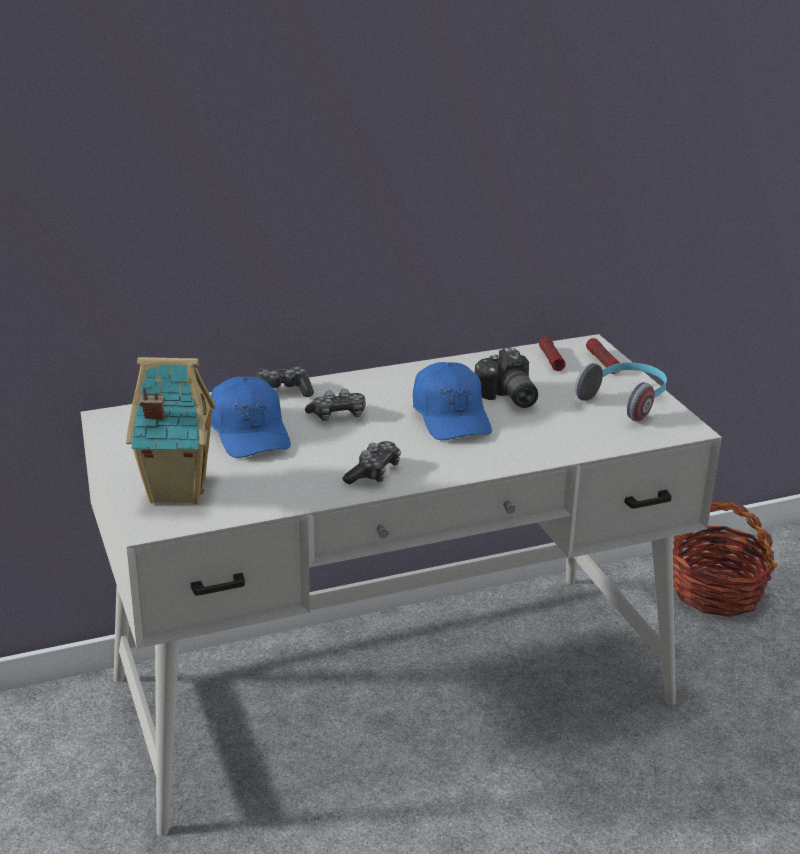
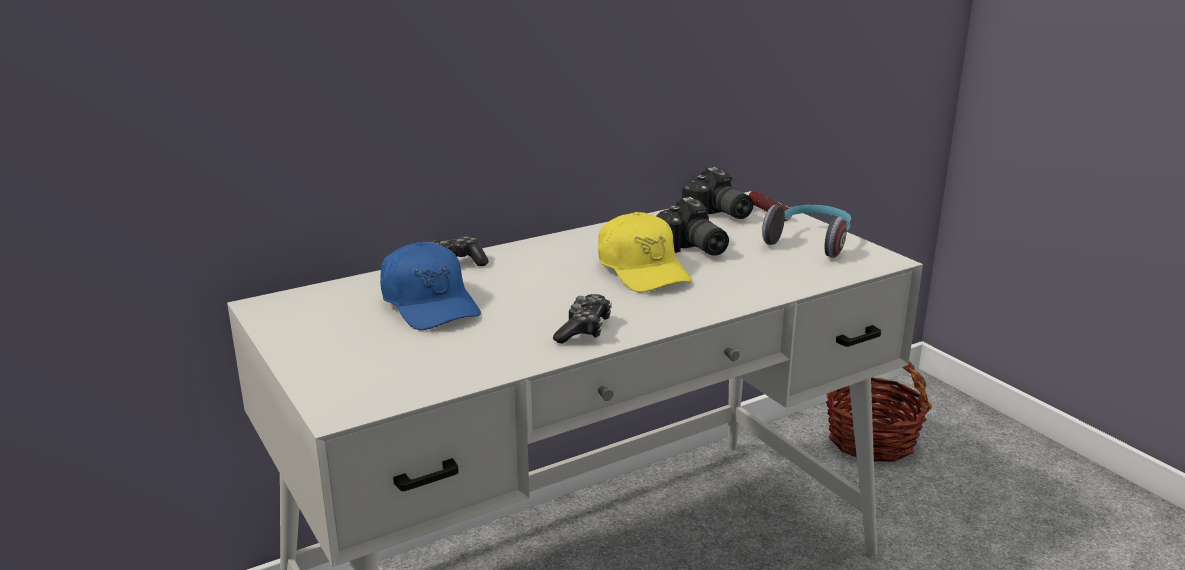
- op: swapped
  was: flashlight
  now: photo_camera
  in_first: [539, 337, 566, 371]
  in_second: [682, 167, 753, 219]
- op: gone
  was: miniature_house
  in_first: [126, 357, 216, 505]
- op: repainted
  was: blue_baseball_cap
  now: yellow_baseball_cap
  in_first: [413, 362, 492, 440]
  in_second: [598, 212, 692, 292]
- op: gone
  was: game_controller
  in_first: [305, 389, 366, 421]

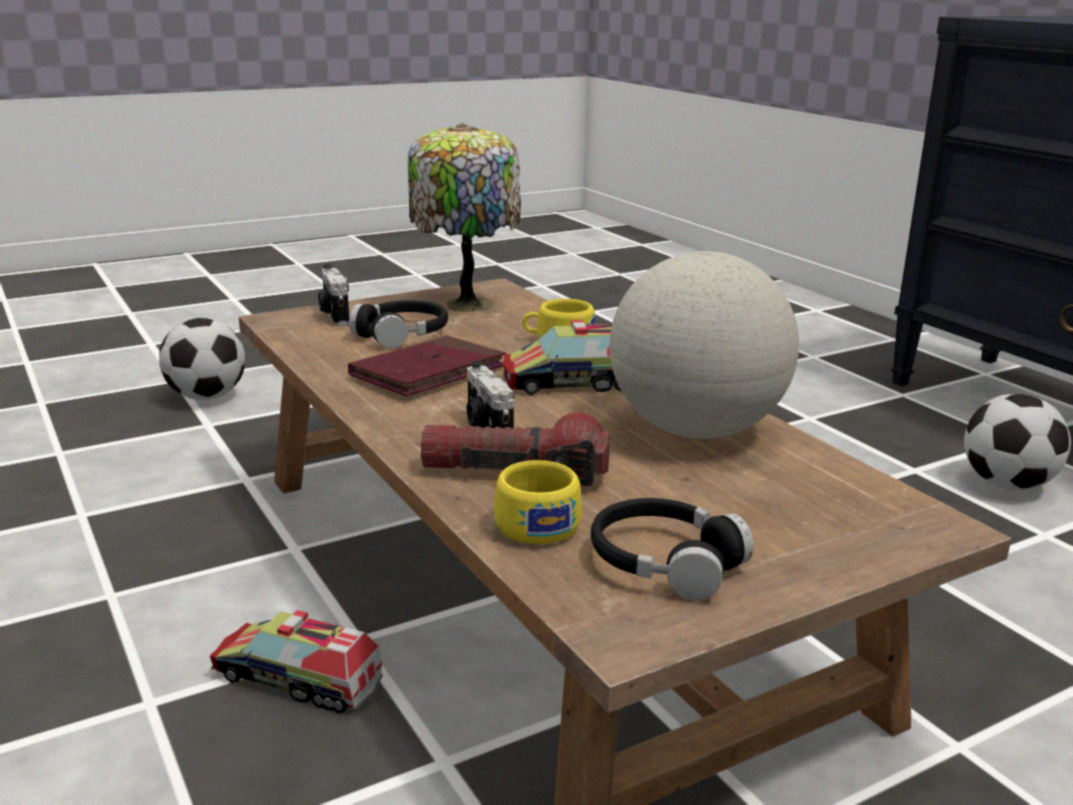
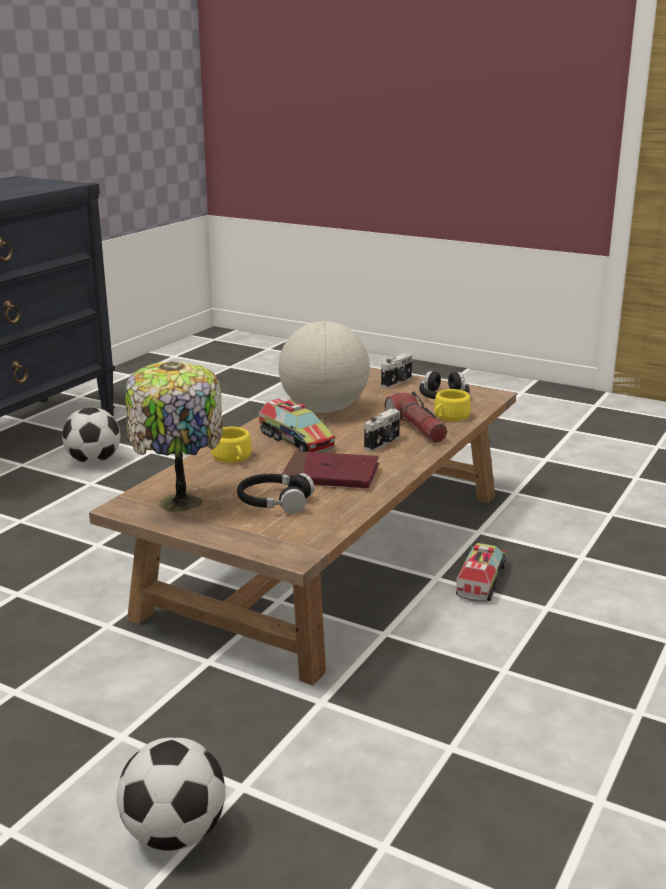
- op: shifted
  was: photo_camera
  in_first: [318, 264, 349, 326]
  in_second: [381, 353, 412, 388]
- op: rotated
  was: toy_lorry
  in_first: [210, 610, 383, 713]
  in_second: [456, 543, 507, 602]
  clockwise: -150

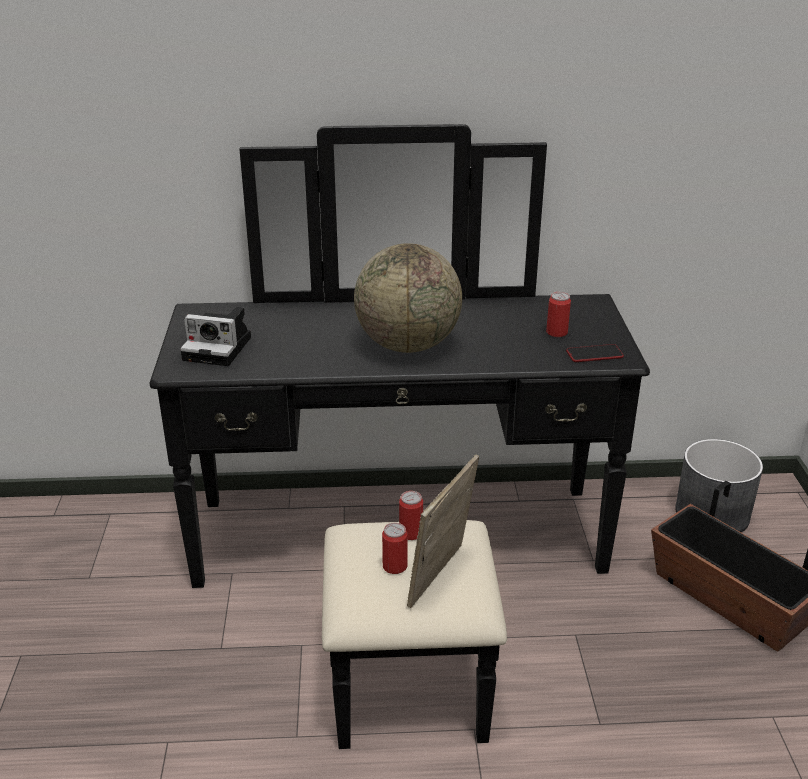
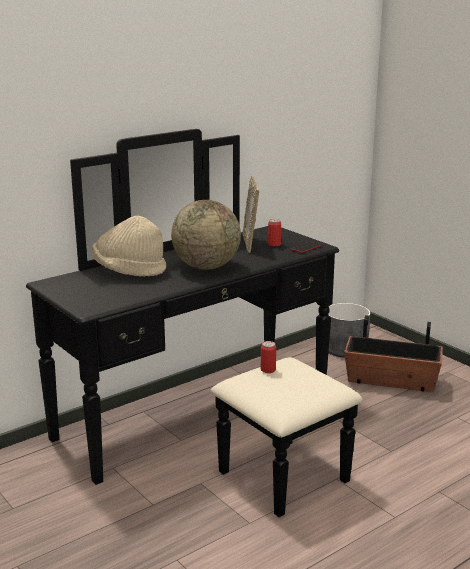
- op: gone
  was: photo_camera
  in_first: [180, 307, 251, 366]
- op: shifted
  was: picture_frame
  in_first: [407, 455, 479, 608]
  in_second: [243, 176, 259, 253]
- op: gone
  was: metal_can
  in_first: [382, 523, 408, 574]
- op: new
  now: beige-coloured_clothing_hat
  in_second: [92, 216, 166, 277]

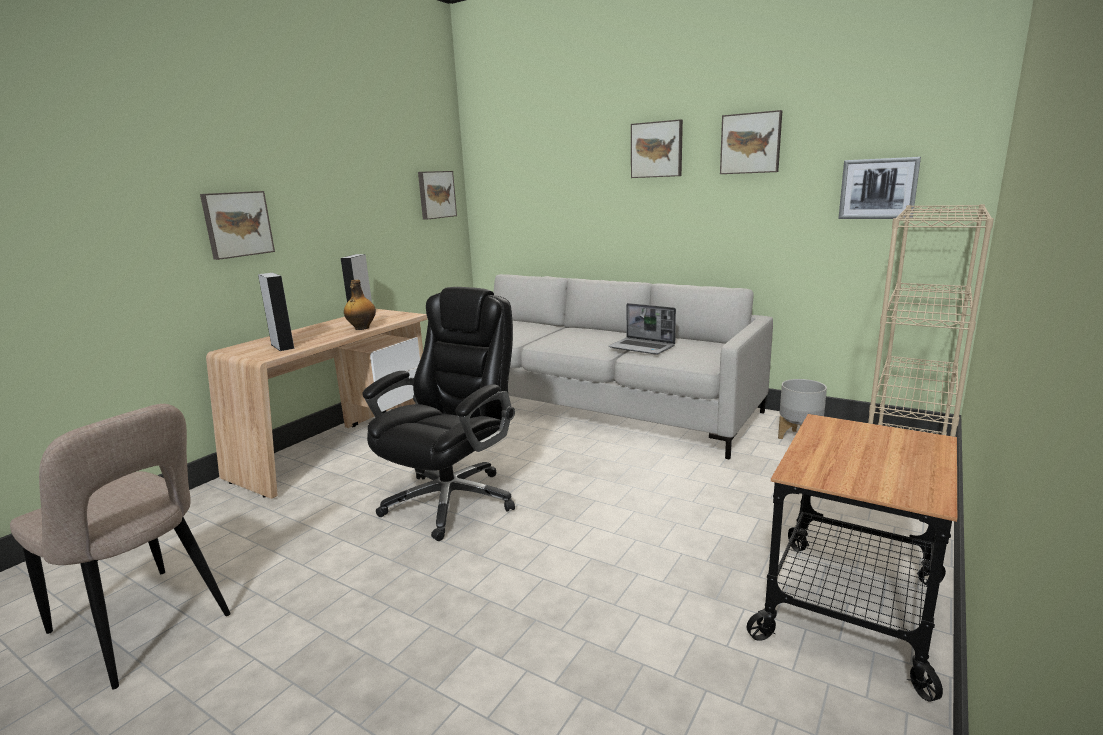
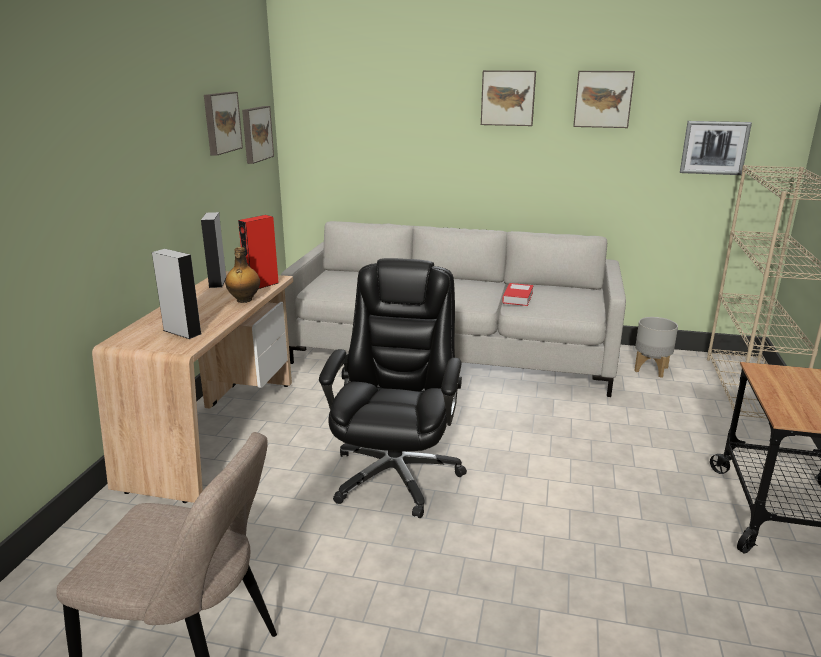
- op: shifted
  was: picture
  in_first: [200, 191, 275, 260]
  in_second: [204, 92, 243, 156]
- op: swapped
  was: portable_computer
  now: bound_book
  in_first: [608, 303, 676, 355]
  in_second: [502, 283, 534, 306]
- op: new
  now: red-coloured_audio_speaker
  in_second: [238, 215, 279, 289]

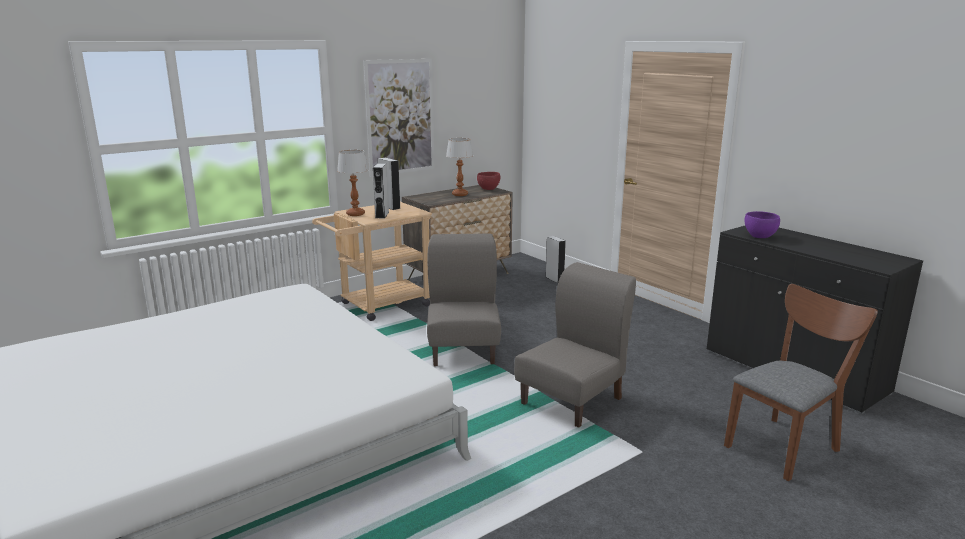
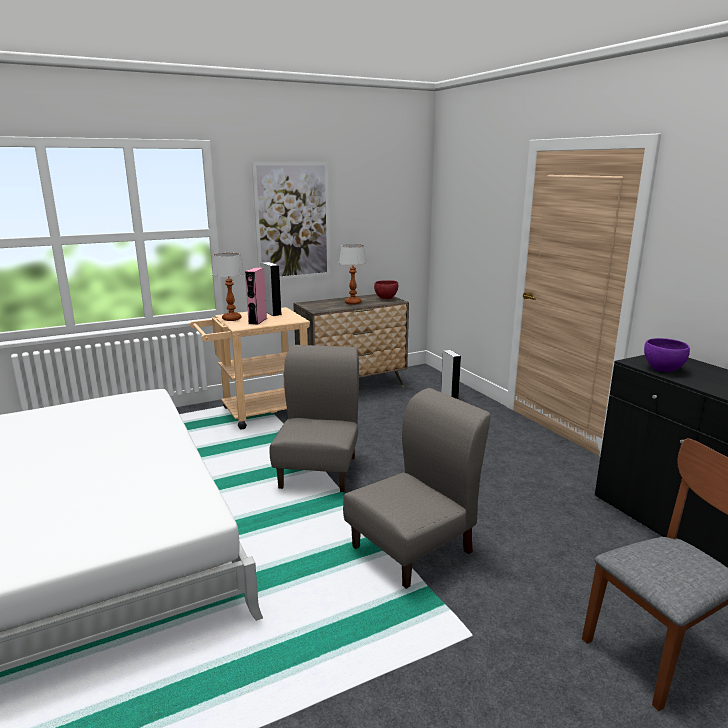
- op: repainted
  was: grey_audio_speaker
  now: pink-coloured_audio_speaker
  in_first: [373, 163, 389, 218]
  in_second: [245, 267, 267, 325]

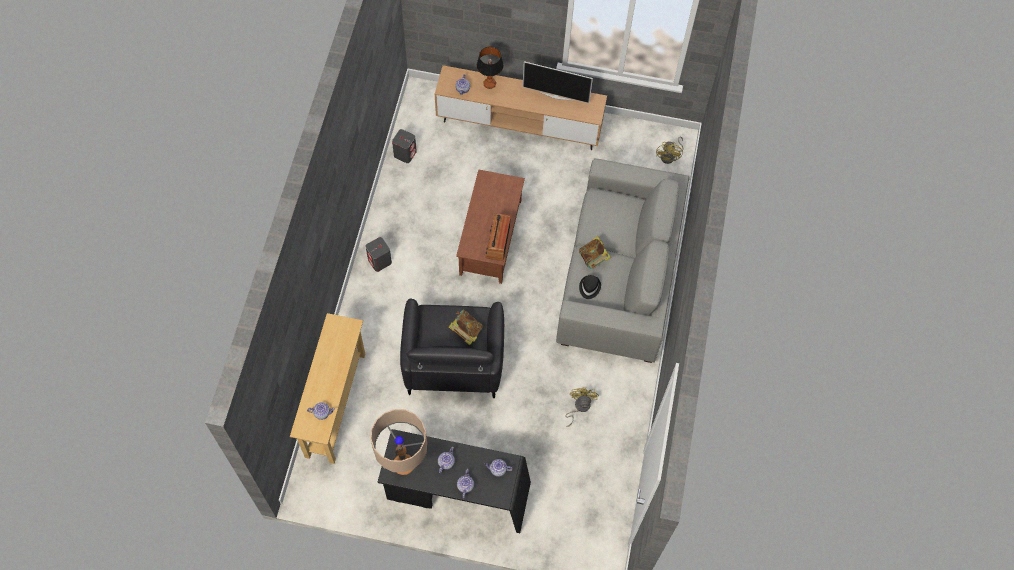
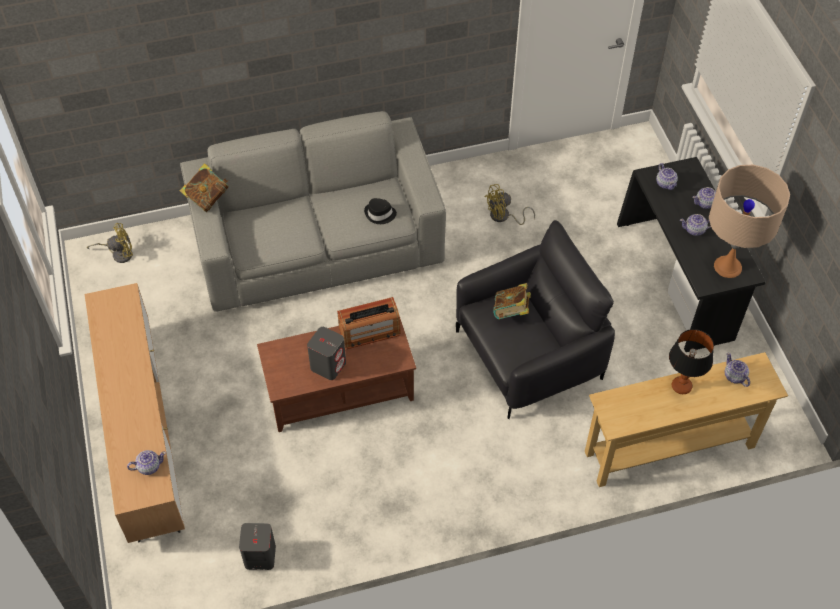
- op: shifted
  was: table_lamp
  in_first: [477, 47, 503, 89]
  in_second: [669, 329, 714, 394]
- op: gone
  was: TV_set
  in_first: [522, 61, 593, 103]
- op: shifted
  was: bound_book
  in_first: [579, 236, 611, 269]
  in_second: [180, 163, 229, 212]
- op: shifted
  was: grey_audio_speaker
  in_first: [366, 237, 392, 272]
  in_second: [307, 327, 346, 380]

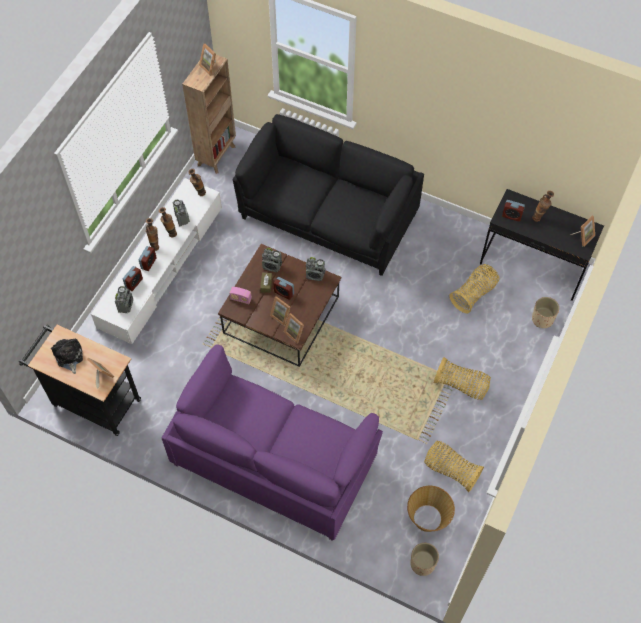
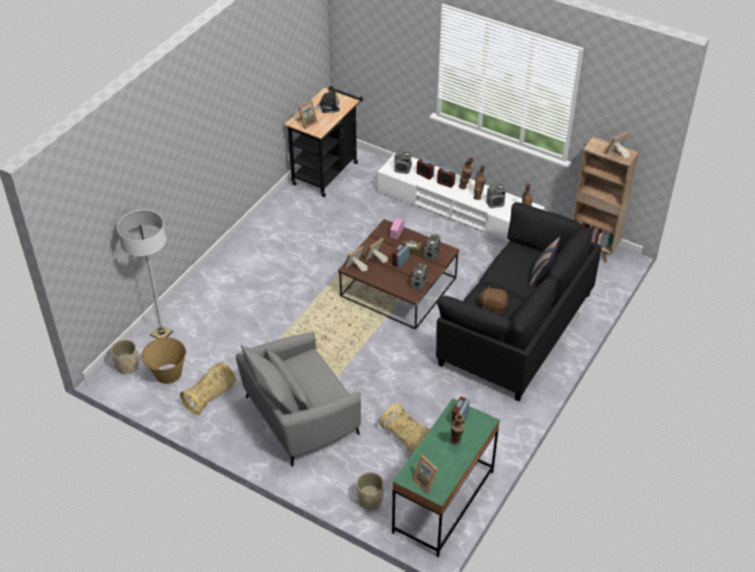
- op: repainted
  was: black-coloured_desk
  now: green-coloured_desk
  in_first: [480, 189, 604, 301]
  in_second: [392, 398, 500, 557]
- op: gone
  was: purplish_settee
  in_first: [162, 344, 383, 541]
- op: swapped
  was: household_basket
  now: grey_lounge_chair
  in_first: [434, 357, 491, 400]
  in_second: [236, 332, 361, 467]
- op: new
  now: standard_lamp
  in_second: [117, 210, 173, 339]
- op: new
  now: throw_pillow
  in_second: [529, 236, 561, 288]
- op: new
  now: brownish_cuddly_toy
  in_second: [478, 285, 508, 314]

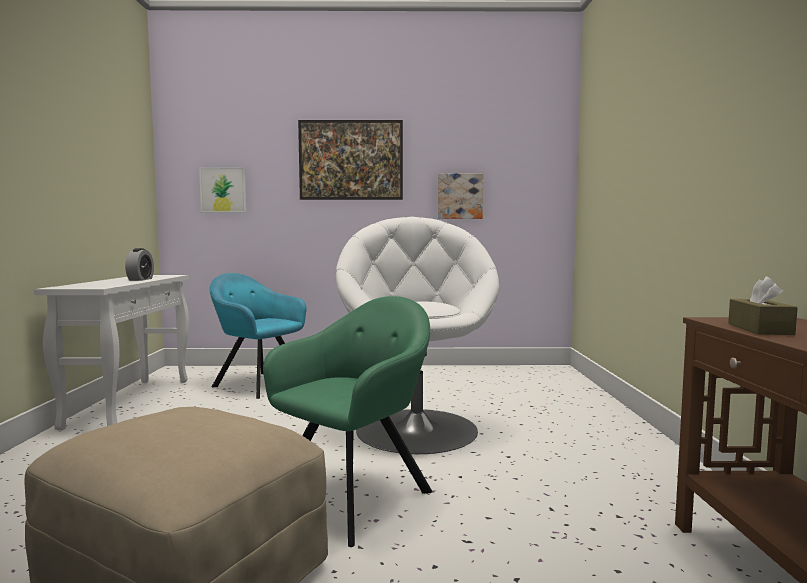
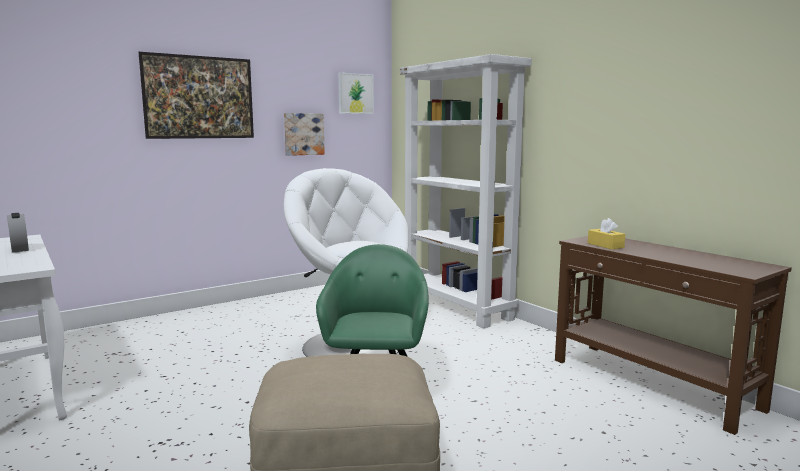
- op: shifted
  was: picture
  in_first: [199, 167, 247, 213]
  in_second: [338, 72, 374, 114]
- op: gone
  was: blue-green_lounge_chair
  in_first: [210, 273, 306, 399]
- op: repainted
  was: brownish_box_of_tissues
  now: yellow_box_of_tissues
  in_first: [728, 276, 798, 335]
  in_second: [588, 218, 625, 250]
- op: new
  now: white-coloured_shelving_unit
  in_second: [400, 54, 532, 329]

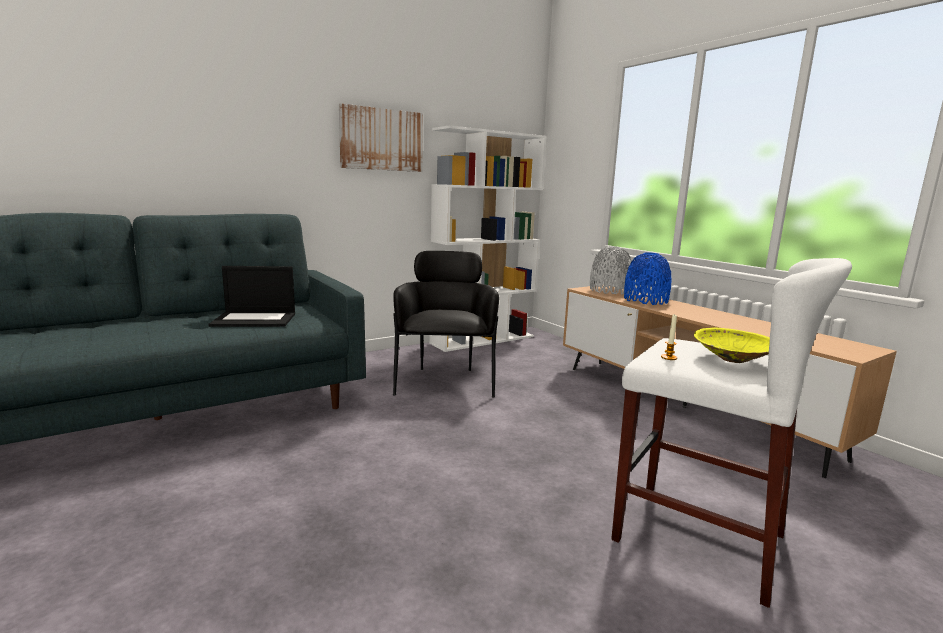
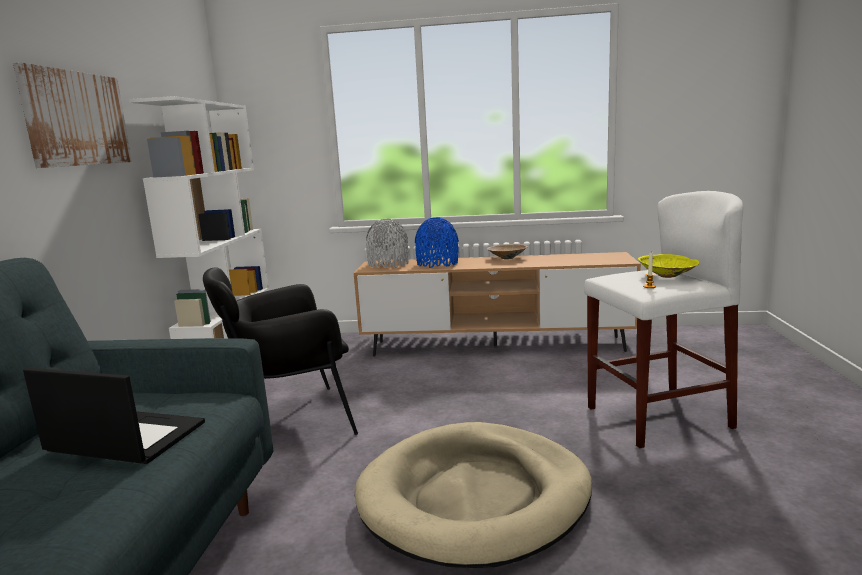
- op: rotated
  was: black-coloured_lounge_chair
  in_first: [393, 251, 499, 398]
  in_second: [203, 267, 358, 435]
  clockwise: -60
- op: rotated
  was: portable_computer
  in_first: [208, 266, 295, 327]
  in_second: [23, 368, 205, 464]
  clockwise: -105
- op: new
  now: beige-coloured_deep_dish
  in_second: [487, 244, 528, 260]
- op: new
  now: beige-coloured_pet_bed
  in_second: [355, 422, 592, 568]

